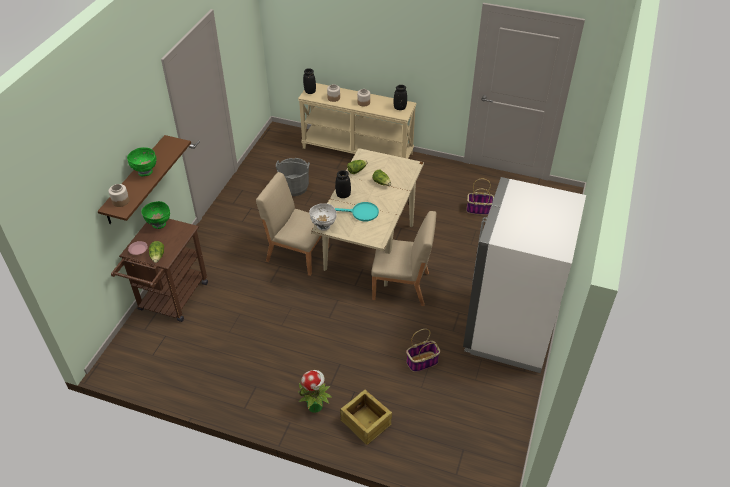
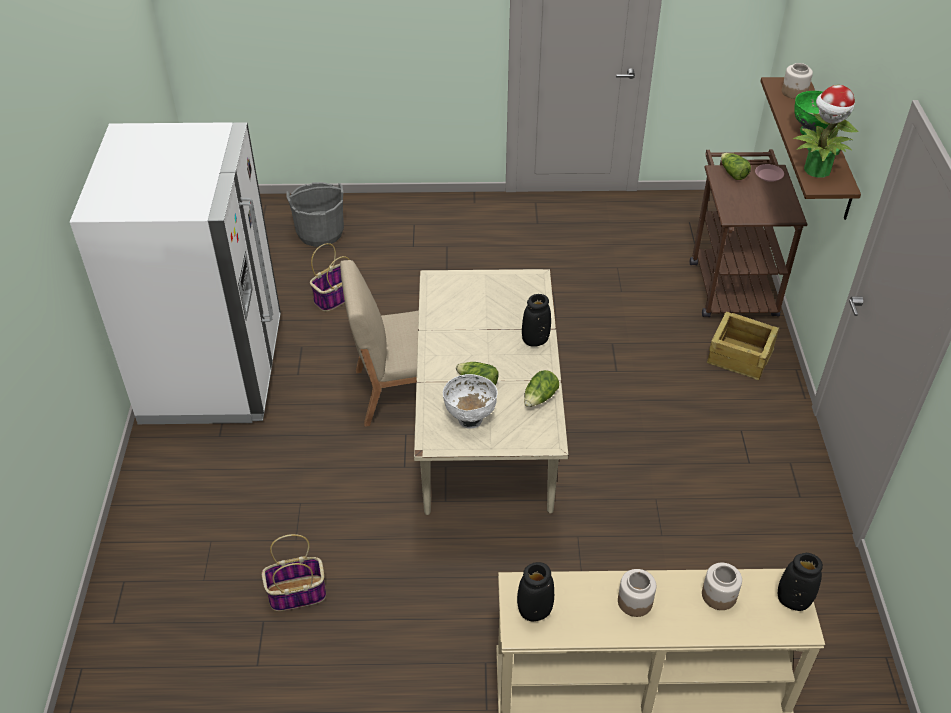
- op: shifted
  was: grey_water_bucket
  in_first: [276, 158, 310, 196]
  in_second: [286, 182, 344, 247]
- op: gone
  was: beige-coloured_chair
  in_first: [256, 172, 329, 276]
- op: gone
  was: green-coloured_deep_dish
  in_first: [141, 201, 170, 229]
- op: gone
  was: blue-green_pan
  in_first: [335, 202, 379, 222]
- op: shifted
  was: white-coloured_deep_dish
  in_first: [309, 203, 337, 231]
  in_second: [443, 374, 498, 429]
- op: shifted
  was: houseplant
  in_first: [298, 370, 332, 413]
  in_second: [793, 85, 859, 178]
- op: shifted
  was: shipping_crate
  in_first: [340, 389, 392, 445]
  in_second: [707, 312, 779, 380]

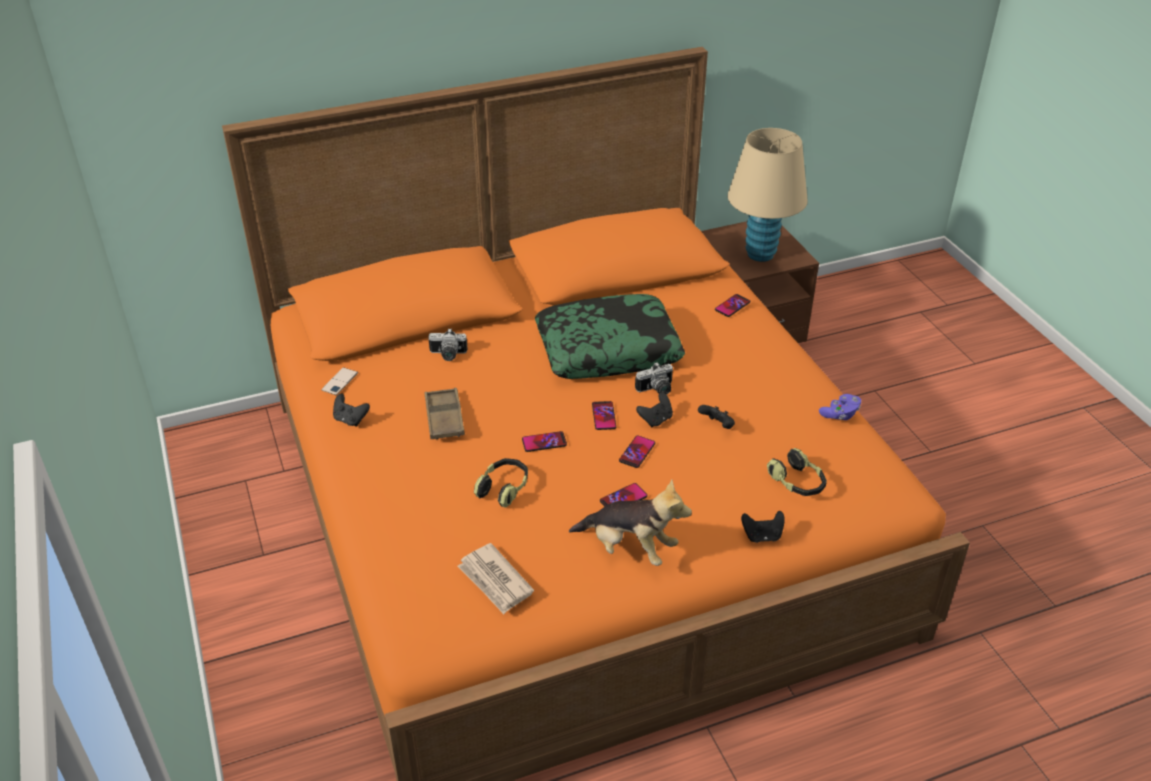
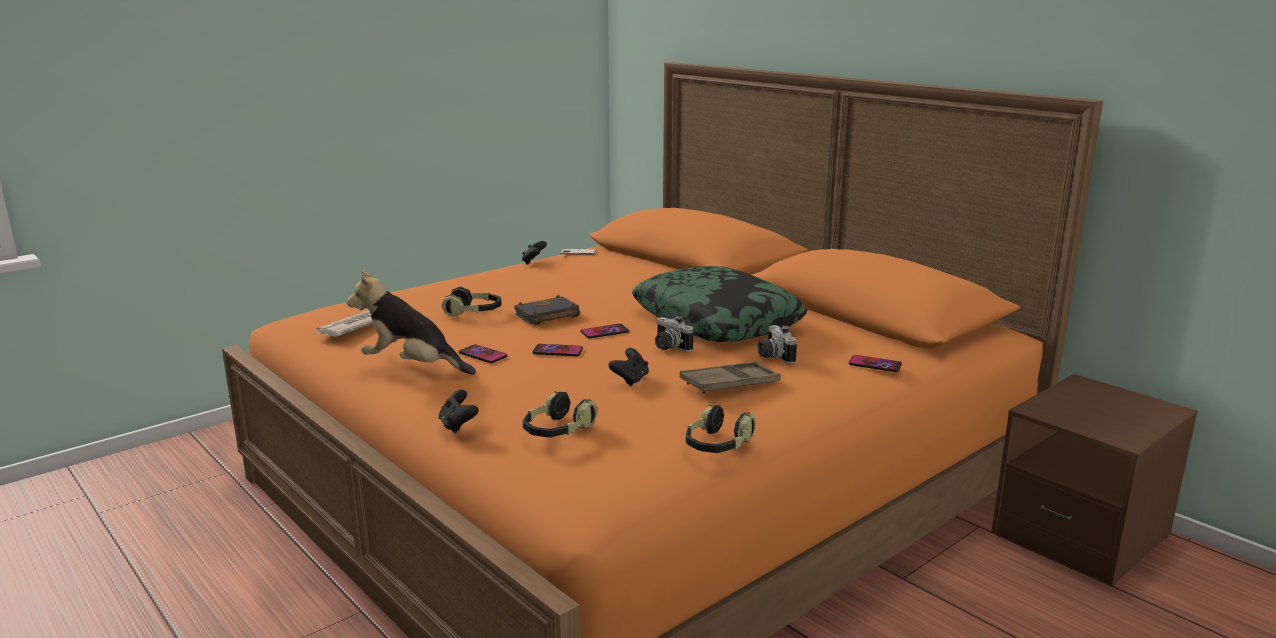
- op: gone
  was: beige-coloured_table_lamp
  in_first: [728, 128, 808, 262]
- op: shifted
  was: photo_camera
  in_first: [428, 328, 468, 361]
  in_second: [758, 325, 797, 364]
- op: shifted
  was: brownish_carrying_tray
  in_first: [425, 388, 465, 440]
  in_second: [680, 361, 781, 394]
- op: gone
  was: black-coloured_game_controller
  in_first: [636, 392, 673, 427]
- op: swapped
  was: purplish_game_controller
  now: pair_of_headphones
  in_first: [819, 394, 861, 420]
  in_second: [686, 405, 756, 453]
- op: swapped
  was: handset
  now: black-coloured_bound_book
  in_first: [522, 431, 567, 452]
  in_second: [514, 295, 580, 325]
- op: rotated
  was: cuddly_toy
  in_first: [569, 479, 692, 566]
  in_second: [346, 270, 476, 375]
  clockwise: 105

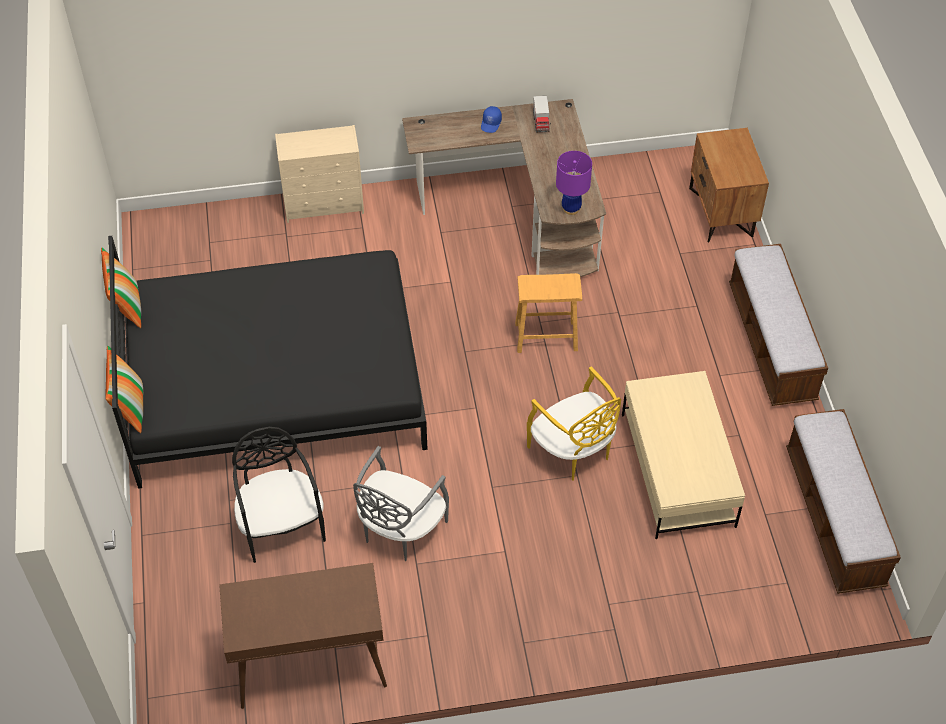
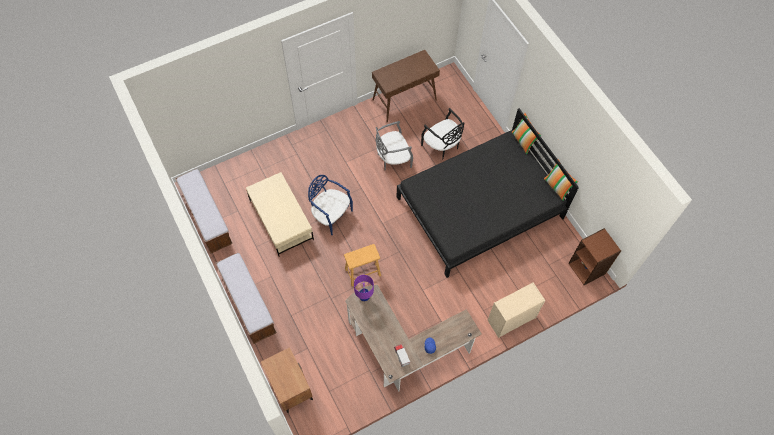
- op: repainted
  was: yellow_chair
  now: blue_chair
  in_first: [527, 366, 621, 480]
  in_second: [308, 175, 353, 235]
- op: rotated
  was: grey_chair
  in_first: [353, 446, 449, 561]
  in_second: [376, 121, 413, 170]
  clockwise: -120
- op: new
  now: brownish_shelving_unit
  in_second: [568, 228, 621, 285]

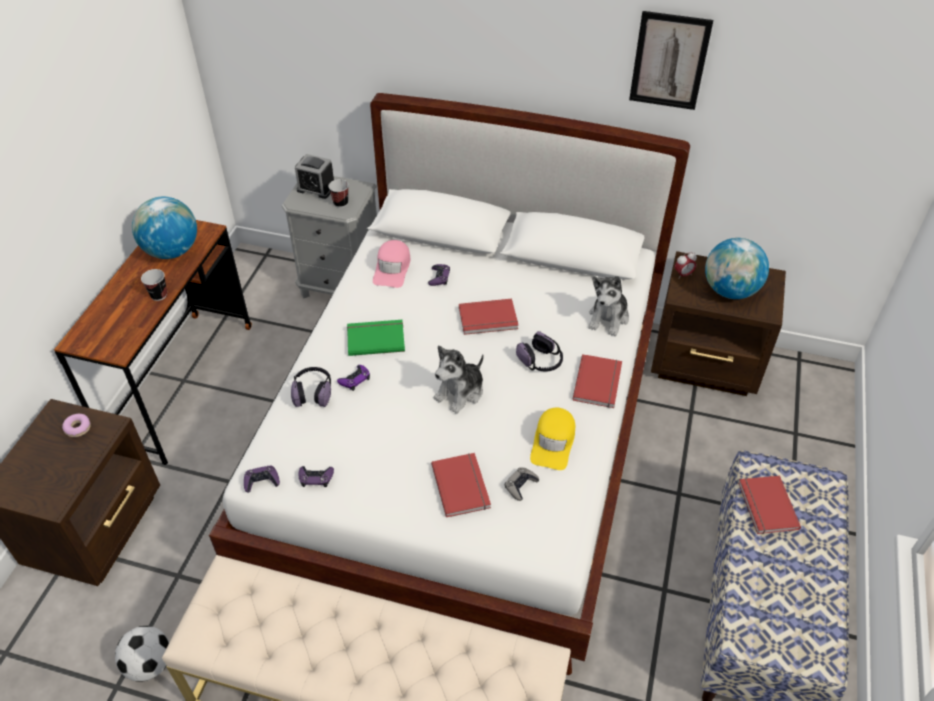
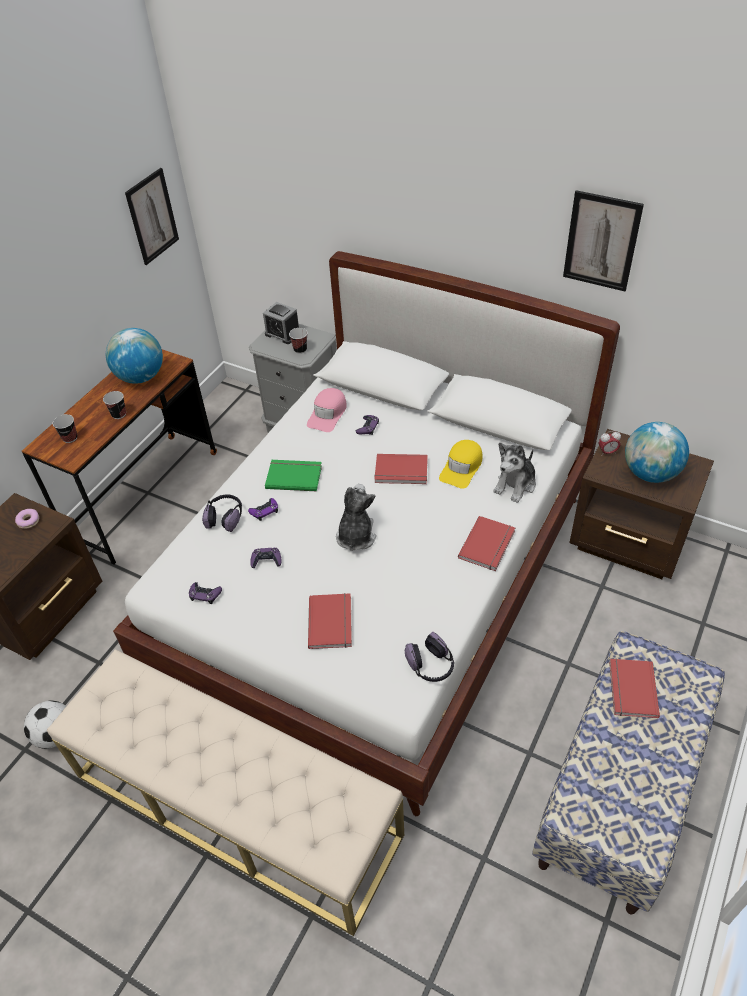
- op: shifted
  was: pair_of_headphones
  in_first: [516, 331, 563, 372]
  in_second: [405, 632, 454, 682]
- op: rotated
  was: cuddly_toy
  in_first: [434, 346, 484, 414]
  in_second: [336, 484, 376, 551]
  clockwise: 135
- op: shifted
  was: yellow_baseball_cap
  in_first: [530, 408, 575, 470]
  in_second: [439, 440, 482, 489]
- op: shifted
  was: purplish_game_controller
  in_first: [244, 465, 280, 493]
  in_second: [250, 548, 282, 568]
- op: gone
  was: grey_game_controller
  in_first: [505, 468, 539, 501]
- op: new
  now: picture
  in_second: [125, 168, 179, 265]
- op: new
  now: small_cup
  in_second: [52, 414, 77, 443]

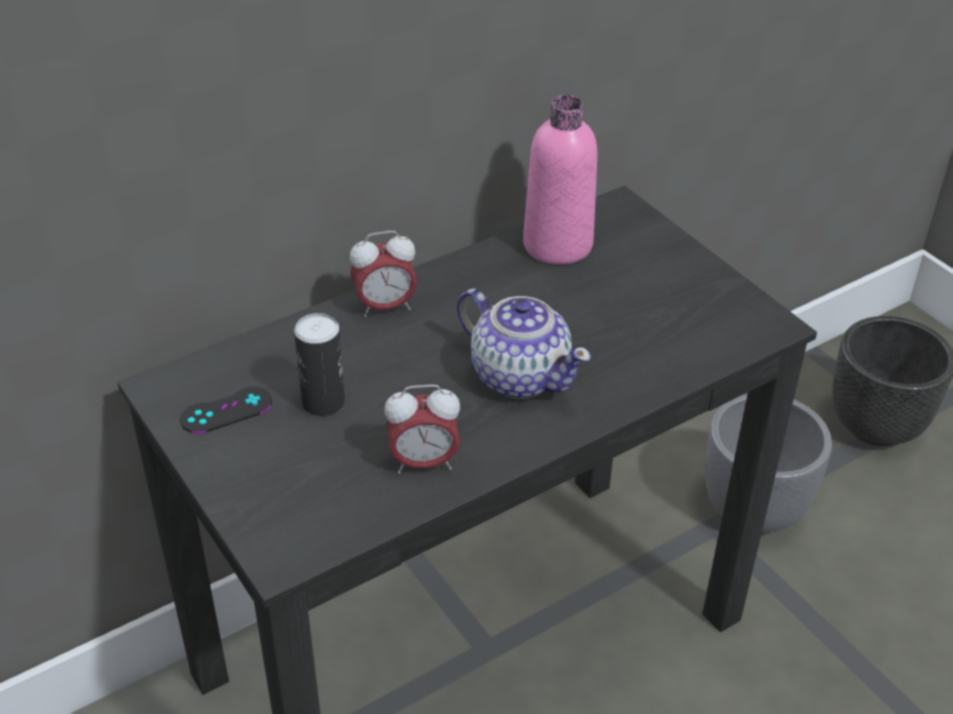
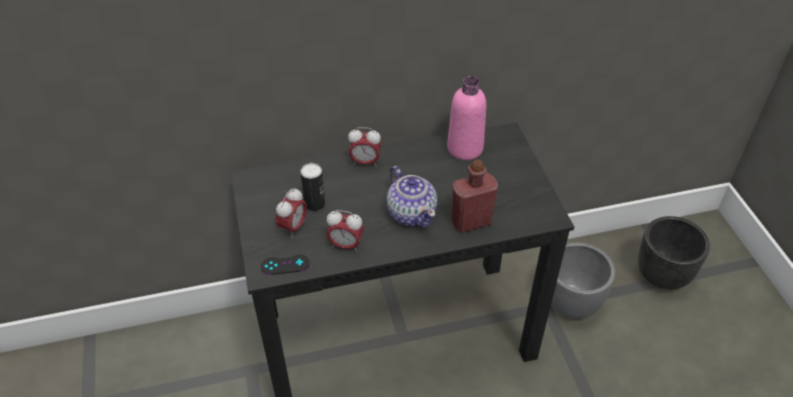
- op: shifted
  was: black-coloured_game_controller
  in_first: [180, 387, 272, 434]
  in_second: [261, 254, 309, 275]
- op: new
  now: red-coloured_bottle
  in_second: [451, 159, 498, 232]
- op: new
  now: bedside_clock
  in_second: [276, 188, 307, 238]

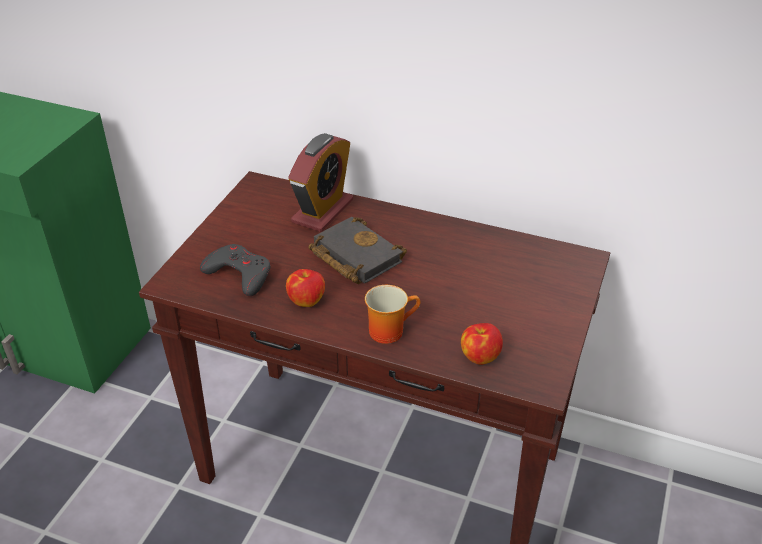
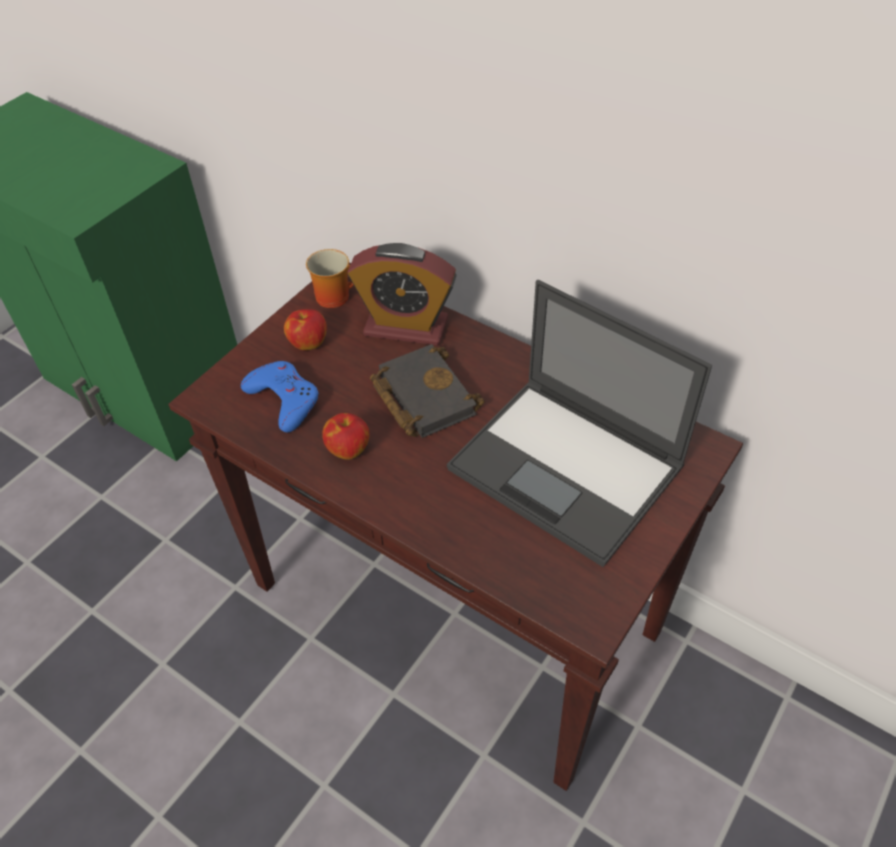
- op: rotated
  was: bedside_clock
  in_first: [288, 133, 353, 232]
  in_second: [348, 243, 457, 346]
  clockwise: 60
- op: repainted
  was: grey_game_controller
  now: blue_game_controller
  in_first: [200, 244, 271, 296]
  in_second: [241, 361, 318, 433]
- op: shifted
  was: coffee_mug
  in_first: [365, 285, 420, 344]
  in_second: [306, 249, 353, 308]
- op: shifted
  was: apple_fruit
  in_first: [461, 323, 503, 365]
  in_second: [284, 309, 327, 351]
- op: new
  now: portable_computer
  in_second: [447, 280, 712, 567]

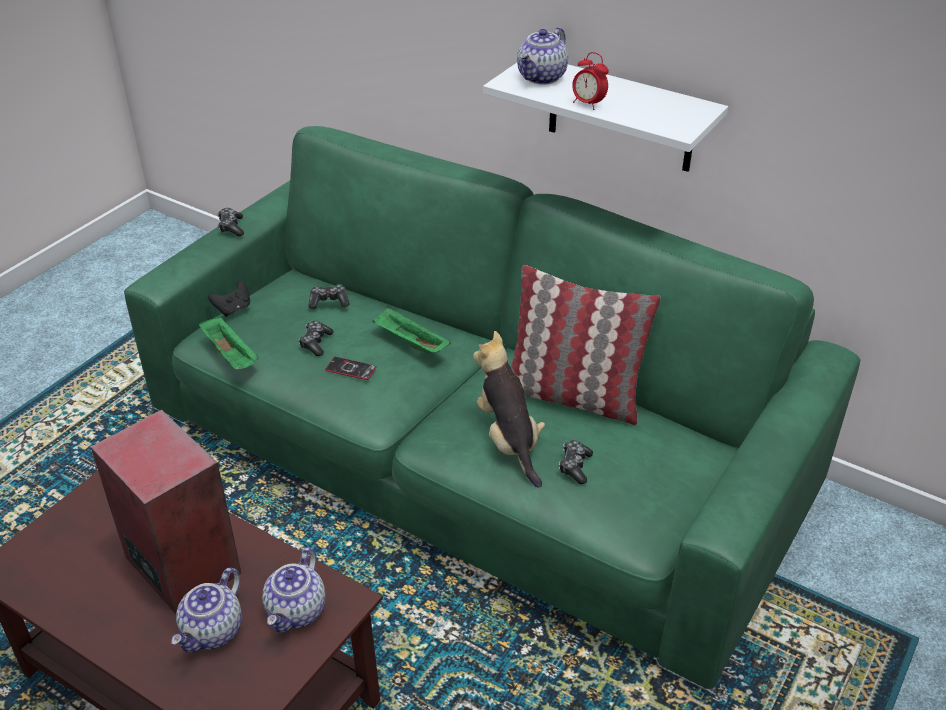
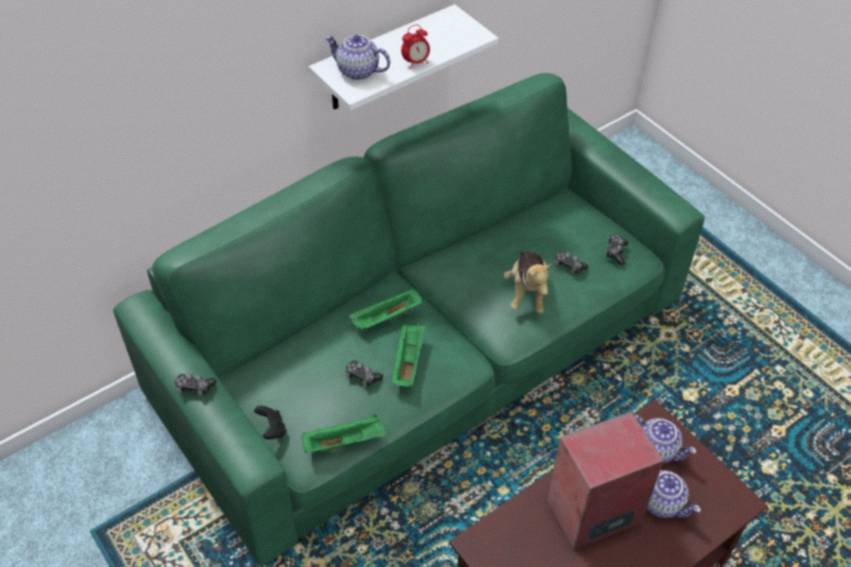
- op: rotated
  was: pot_for_tea
  in_first: [517, 27, 568, 85]
  in_second: [325, 35, 390, 80]
  clockwise: 150
- op: gone
  was: throw_pillow
  in_first: [511, 265, 661, 425]
- op: shifted
  was: game_controller
  in_first: [308, 284, 349, 309]
  in_second: [606, 234, 629, 265]
- op: rotated
  was: cuddly_toy
  in_first: [473, 331, 545, 488]
  in_second: [504, 252, 552, 314]
  clockwise: -90
- op: swapped
  was: handset
  now: green-coloured_carrying_tray
  in_first: [325, 357, 376, 380]
  in_second: [391, 325, 426, 387]

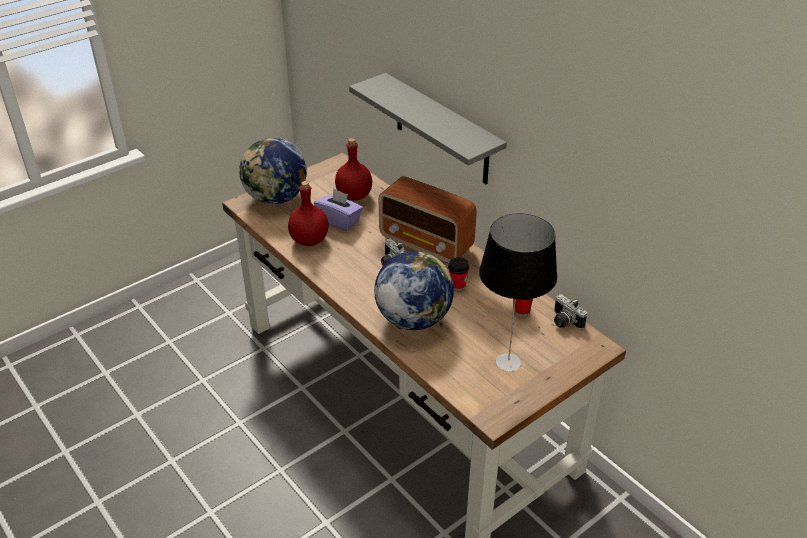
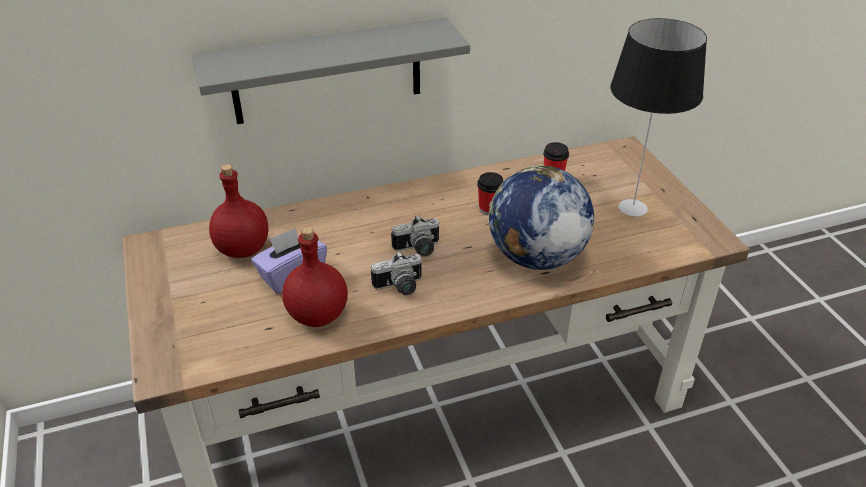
- op: gone
  was: world_globe
  in_first: [239, 137, 307, 204]
- op: gone
  was: radio
  in_first: [379, 176, 477, 264]
- op: shifted
  was: photo_camera
  in_first: [554, 294, 587, 329]
  in_second: [371, 251, 422, 295]

